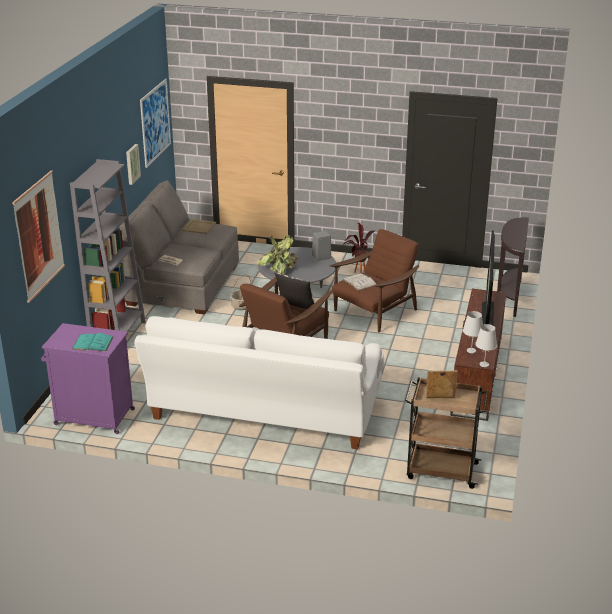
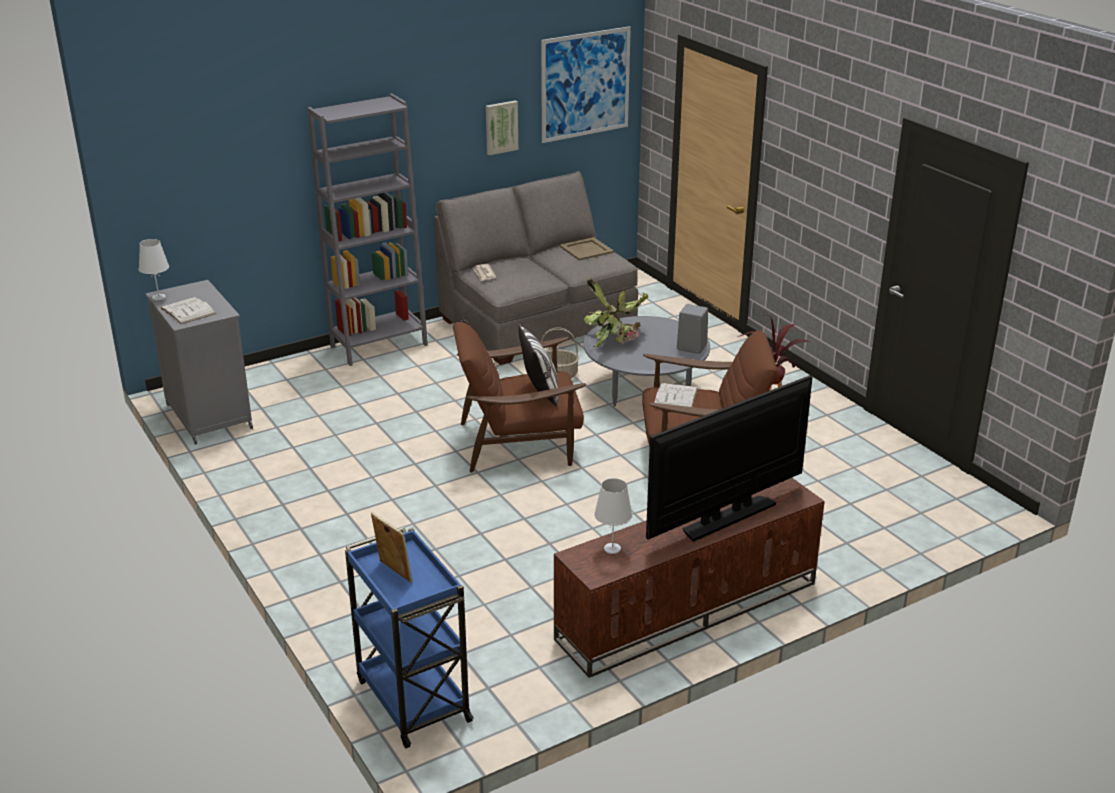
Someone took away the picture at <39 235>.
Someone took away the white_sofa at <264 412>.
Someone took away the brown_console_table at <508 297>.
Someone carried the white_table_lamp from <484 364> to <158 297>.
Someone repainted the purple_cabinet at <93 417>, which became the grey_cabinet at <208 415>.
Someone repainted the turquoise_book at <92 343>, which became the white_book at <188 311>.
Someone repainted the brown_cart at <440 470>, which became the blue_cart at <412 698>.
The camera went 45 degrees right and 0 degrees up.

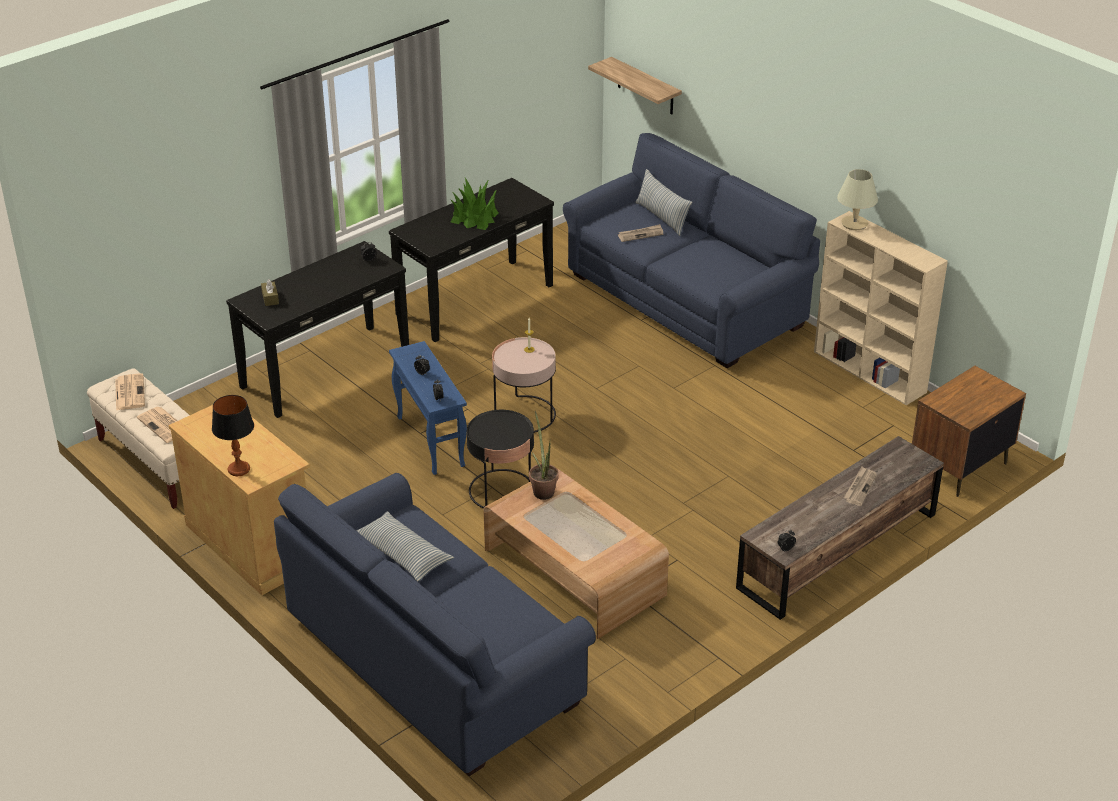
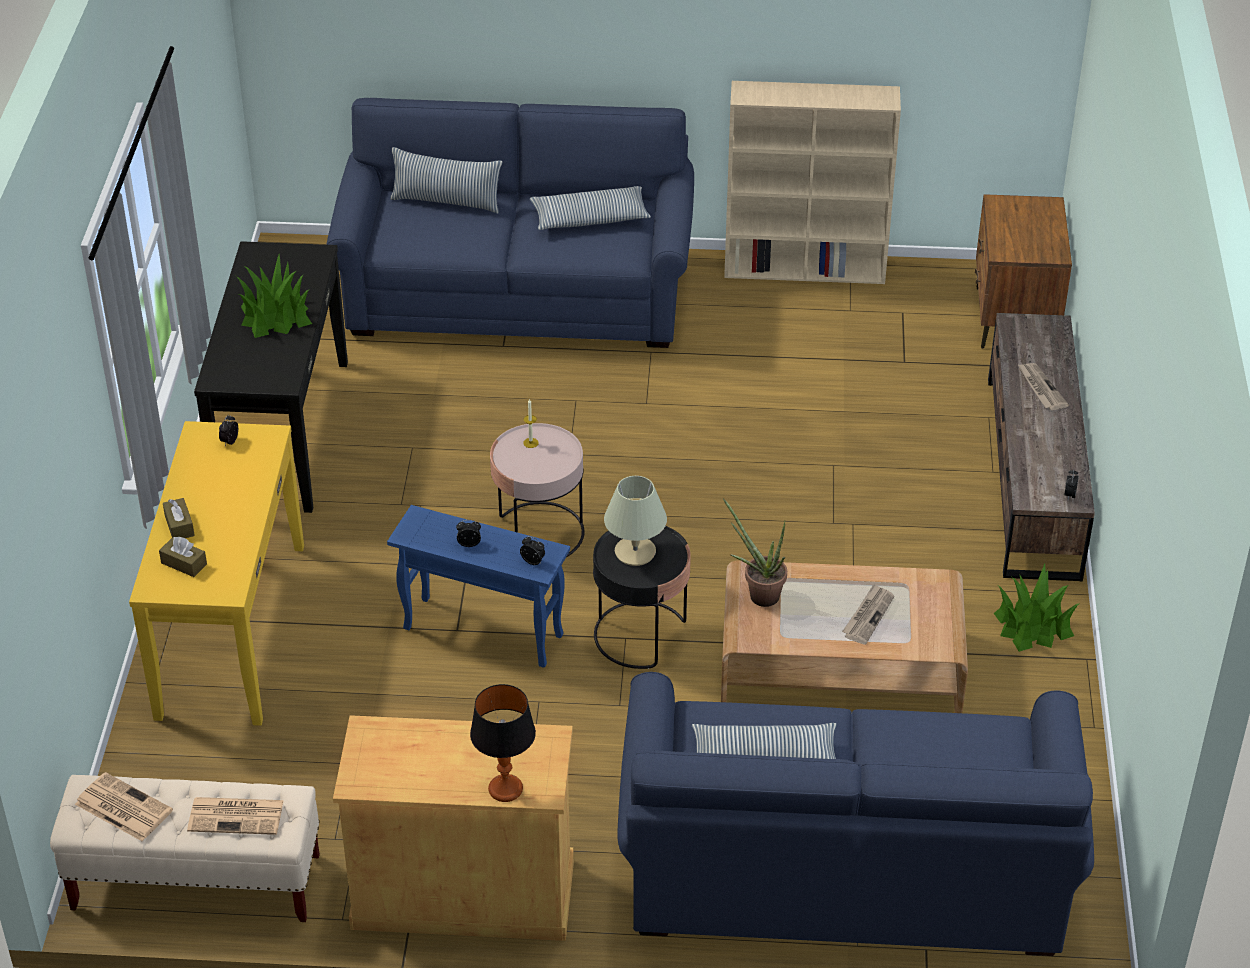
Someone took away the shelf at <645 86>.
Someone put down the brown_tissue_box at <179 525>.
Someone put down the pillow at <590 218>.
Someone put down the potted_plant at <1032 625>.
Someone carried the newspaper from <640 234> to <868 616>.
Someone carried the beige_table_lamp from <854 223> to <634 552>.
Someone repainted the black_console_table at <325 370>, which became the yellow_console_table at <230 629>.
The camera went 45 degrees left and 5 degrees up.

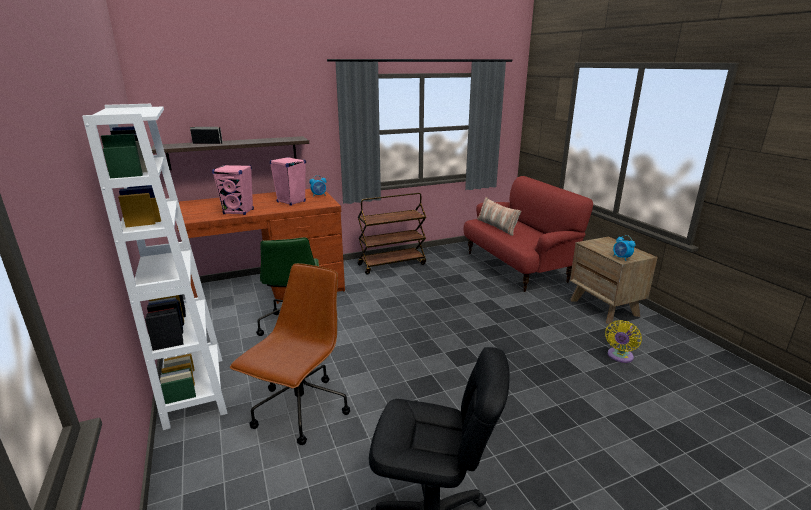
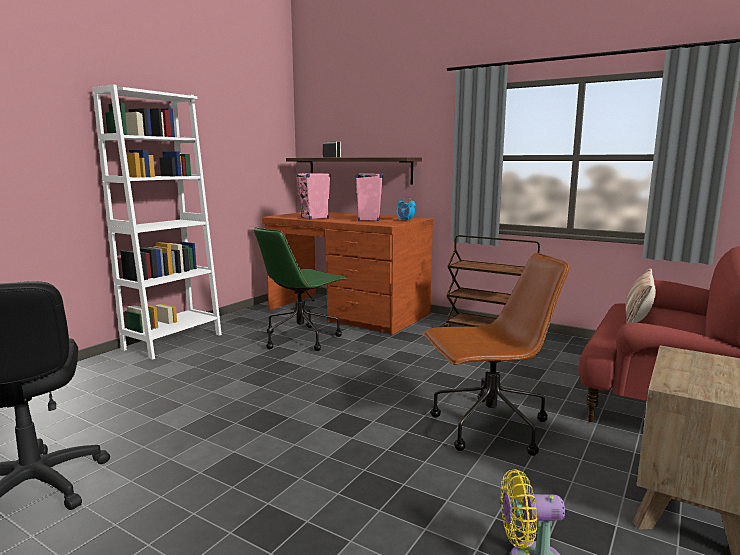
Someone took away the alarm_clock at <621 258>.
Someone carried the brown_office_chair from <300 411> to <488 428>.
The camera went 55 degrees right and 10 degrees down.

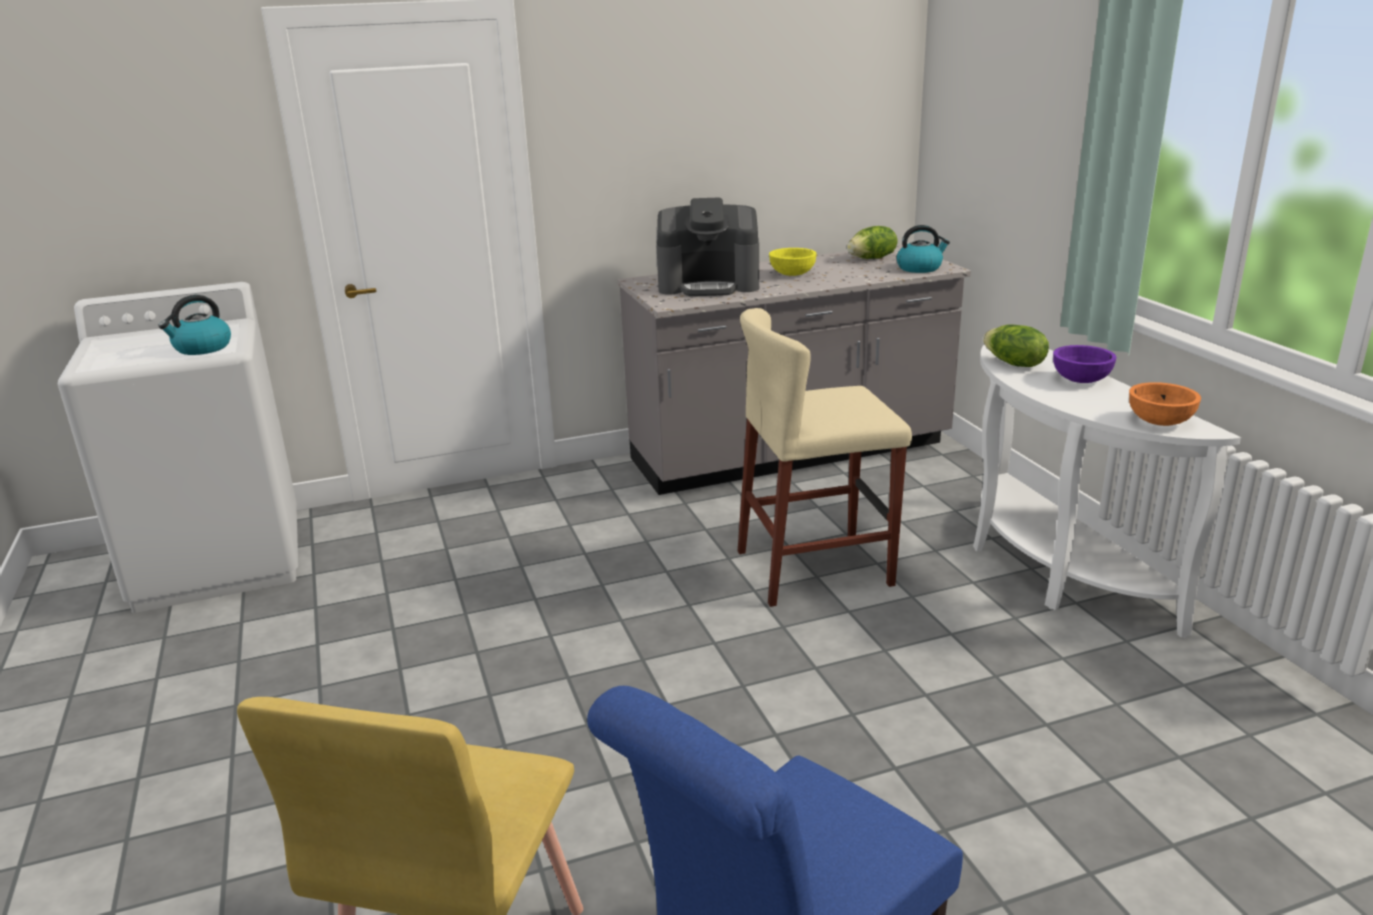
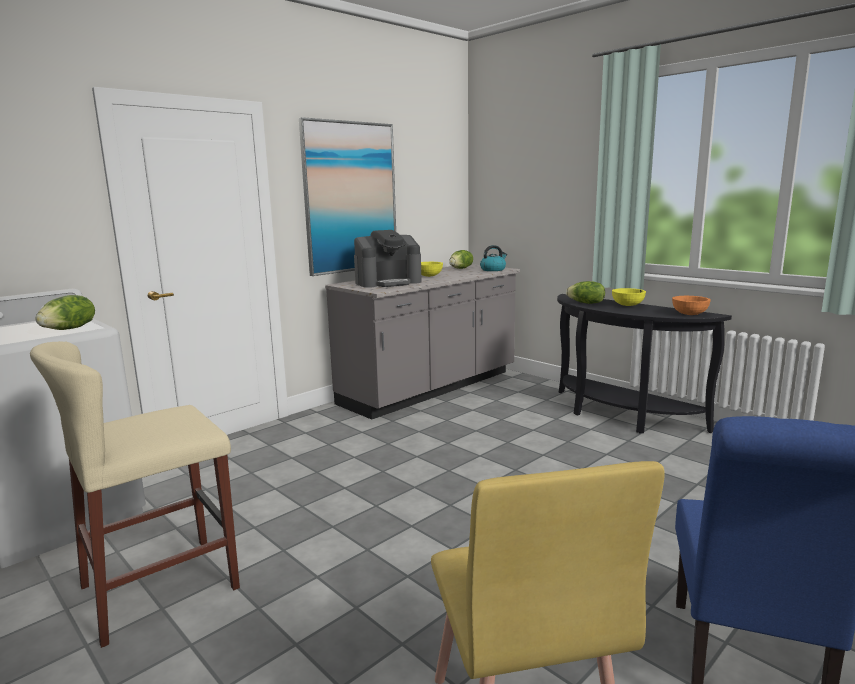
Someone put up the picture at <350 197>.
Someone carried the beige_stool from <814 568> to <160 587>.
Someone swapped the kettle at <202 348> for the lettuce at <70 329>.
Someone repainted the white_console_table at <1049 567>, which became the black_console_table at <619 416>.
Someone repainted the purple_bowl at <1080 380>, which became the yellow_bowl at <627 305>.
The camera went 25 degrees left and 10 degrees down.

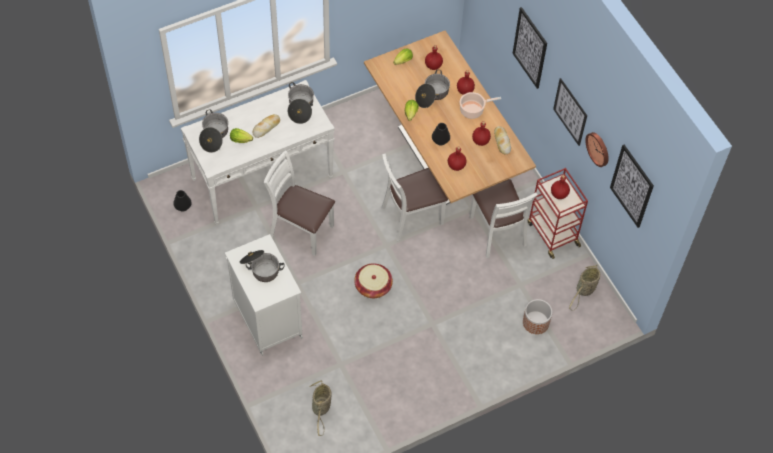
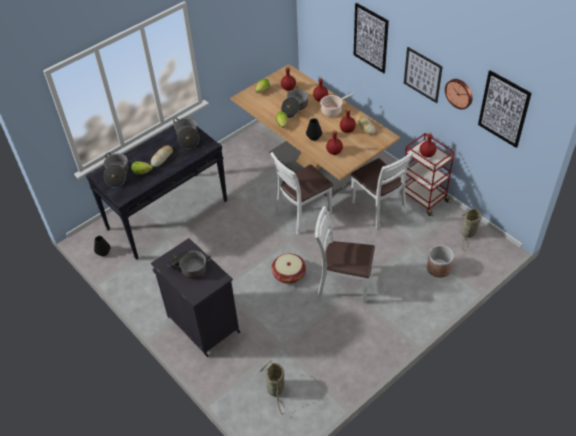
Someone carried the white_chair from <301 230> to <343 284>.
Someone repainted the white_console_table at <262 178>, which became the black_console_table at <168 214>.
Someone repainted the white_cabinet at <266 317>, which became the black_cabinet at <202 323>.
The camera went 10 degrees left and 10 degrees down.

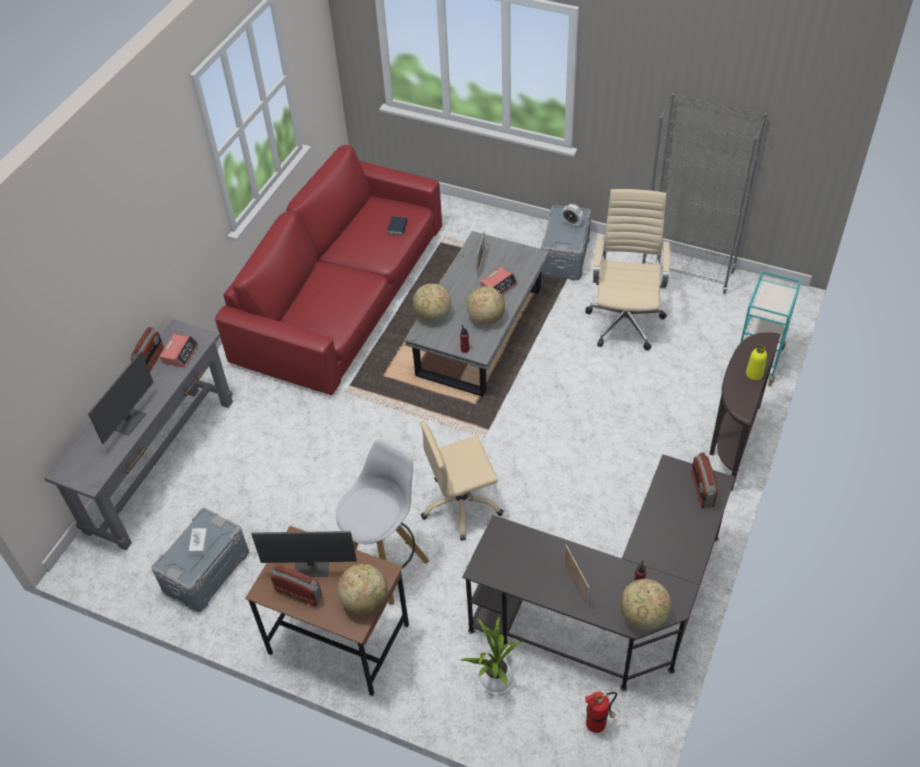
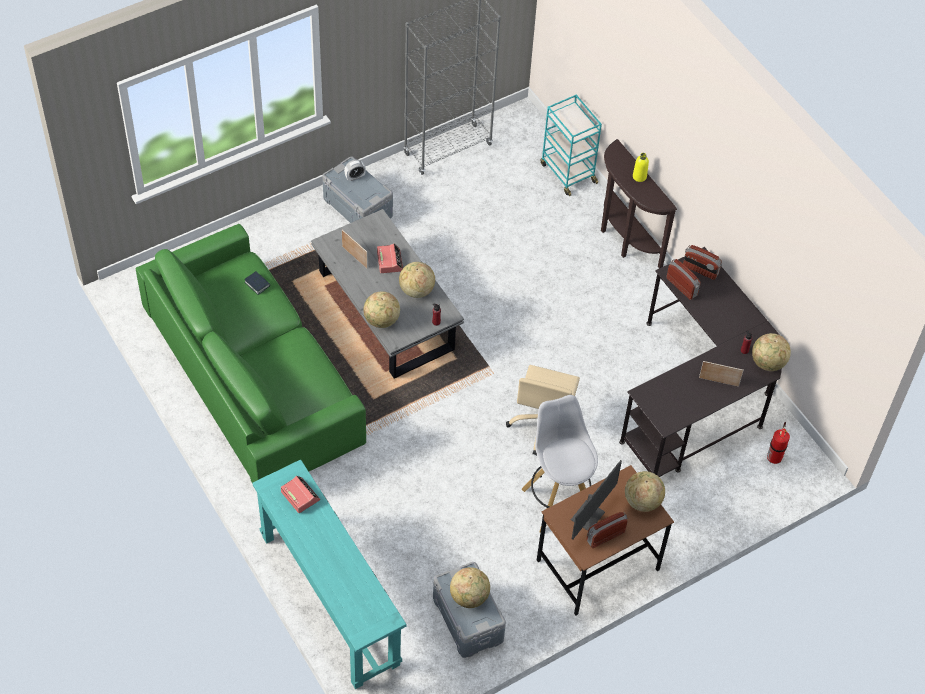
Someone took away the monitor at <128 421>.
Someone took away the potted_plant at <494 682>.
Someone took away the beige_office_chair at <625 320>.
Someone carried the radio from <151 361> to <682 286>.
Someone swapped the white_tissue_box at <200 545> for the globe at <469 597>.
Someone repainted the grey_console_table at <161 464>, which became the turquoise_console_table at <330 599>.
Someone repainted the red_sofa at <342 294>, which became the green_sofa at <253 374>.
The camera went 60 degrees left and 5 degrees up.

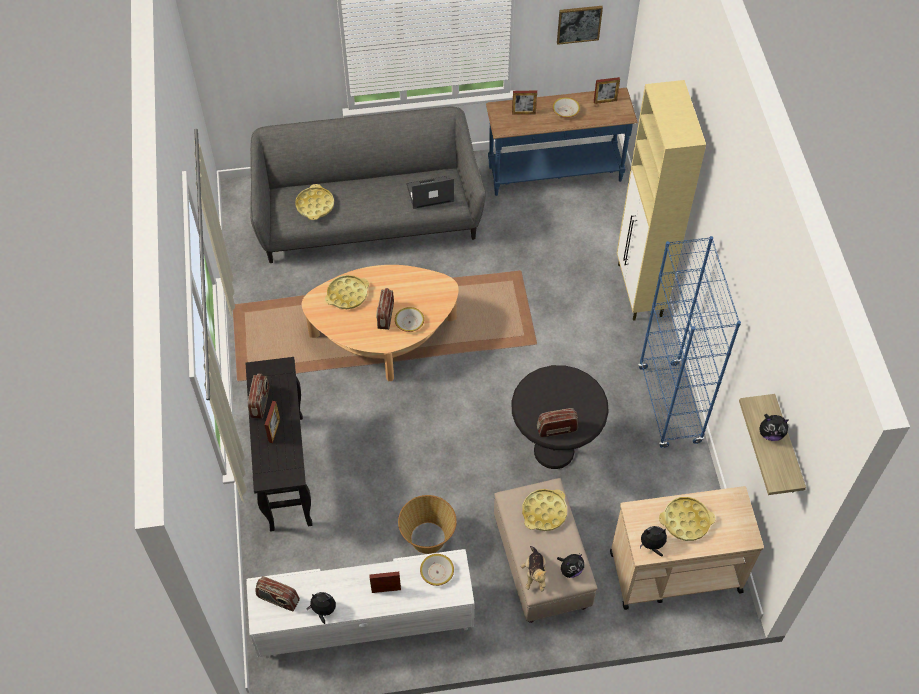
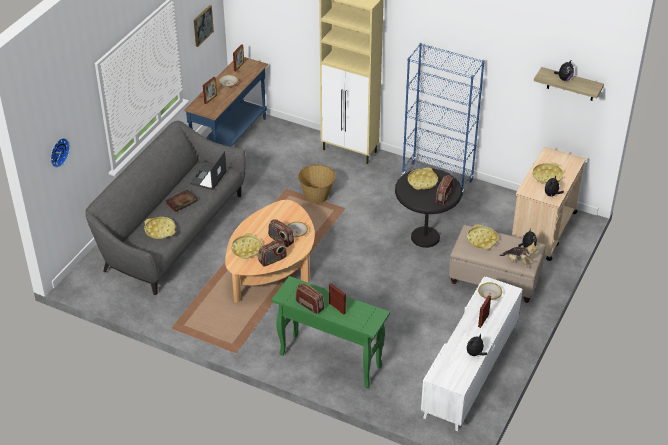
Someone put up the wall_clock at <58 152>.
Someone put down the book at <182 202>.
Someone put down the yellow_tray at <422 181>.
Someone carried the radio from <278 599> to <272 260>.
Someone carried the basket from <428 538> to <317 196>.
Someone repainted the black_console_table at <286 471>, which became the green_console_table at <329 360>.
The camera went 55 degrees left and 15 degrees down.

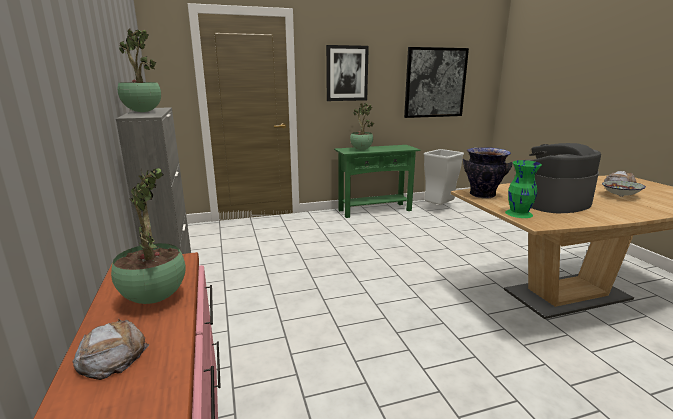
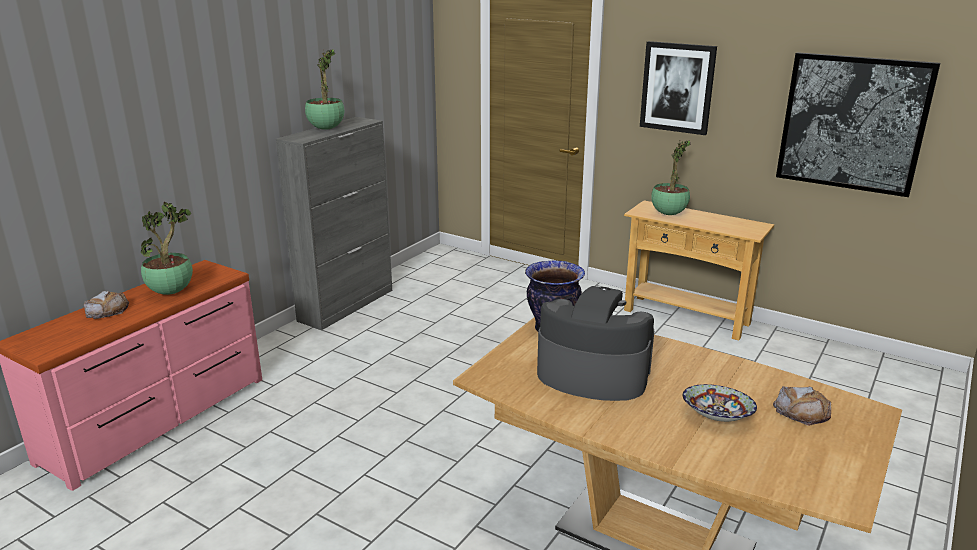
Someone took away the grey_trash_can at <438 208>.
Someone took away the green_vase at <519 214>.
Someone repainted the green_console_table at <375 210>, which became the beige_console_table at <686 317>.
The camera went 50 degrees right and 5 degrees up.

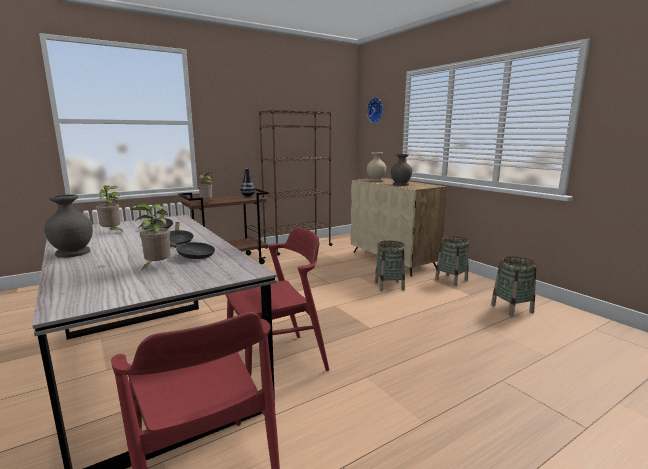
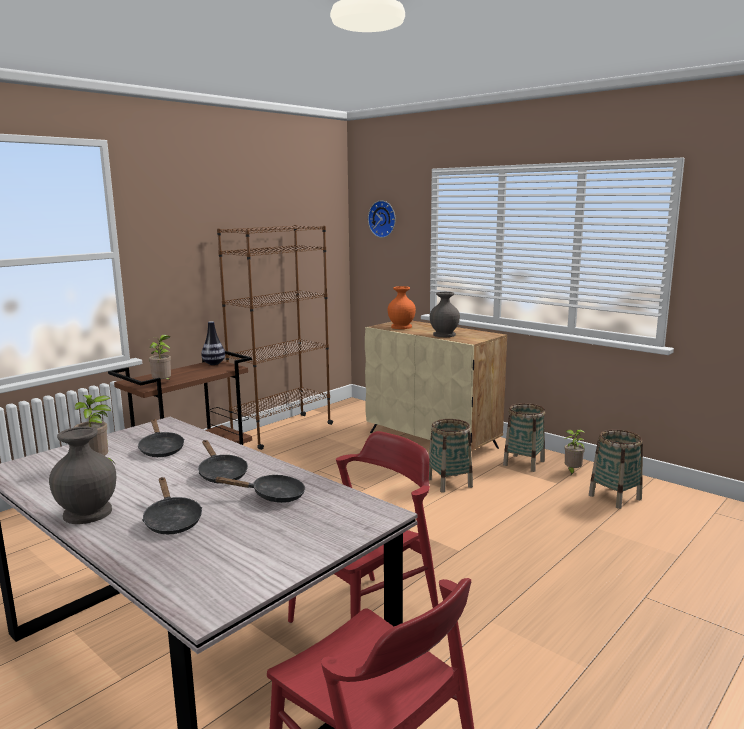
Someone put down the black_frying_pan at <172 521>.
Someone carried the potted_plant from <156 267> to <572 471>.
Someone repainted the beige_vase at <376 180>, which became the orange_vase at <402 327>.
The camera went 15 degrees left and 0 degrees up.

